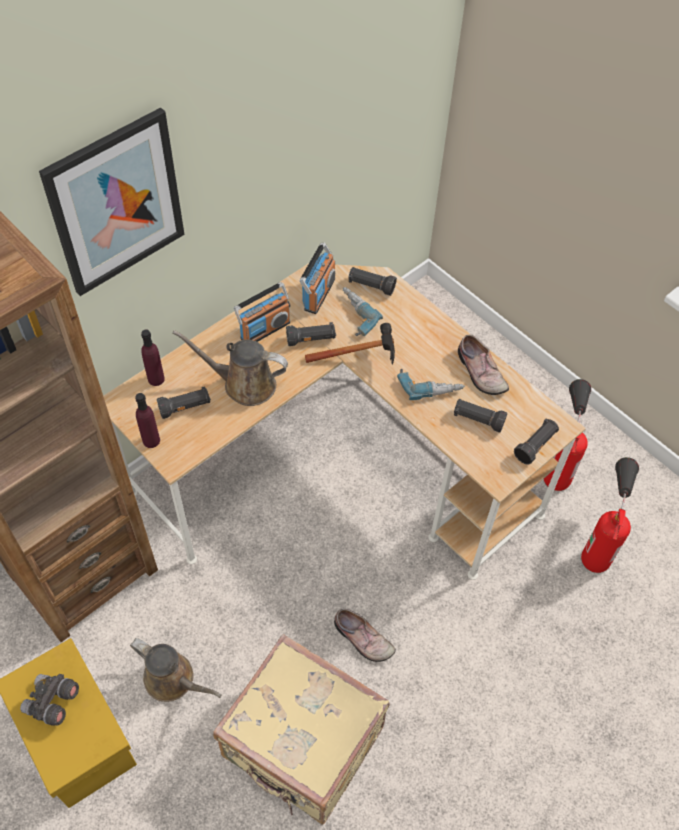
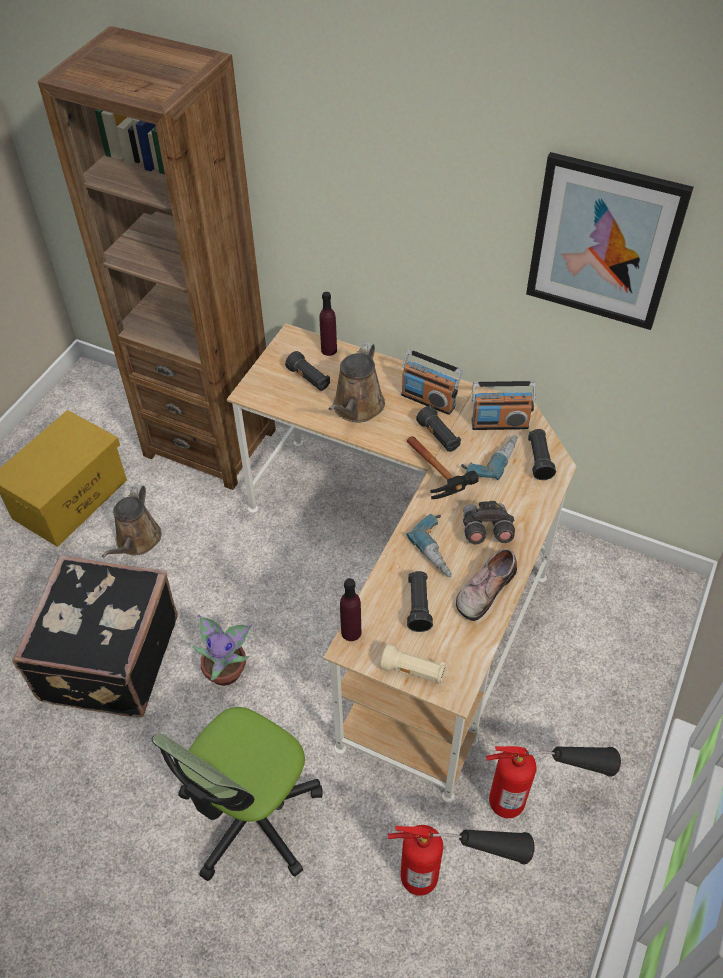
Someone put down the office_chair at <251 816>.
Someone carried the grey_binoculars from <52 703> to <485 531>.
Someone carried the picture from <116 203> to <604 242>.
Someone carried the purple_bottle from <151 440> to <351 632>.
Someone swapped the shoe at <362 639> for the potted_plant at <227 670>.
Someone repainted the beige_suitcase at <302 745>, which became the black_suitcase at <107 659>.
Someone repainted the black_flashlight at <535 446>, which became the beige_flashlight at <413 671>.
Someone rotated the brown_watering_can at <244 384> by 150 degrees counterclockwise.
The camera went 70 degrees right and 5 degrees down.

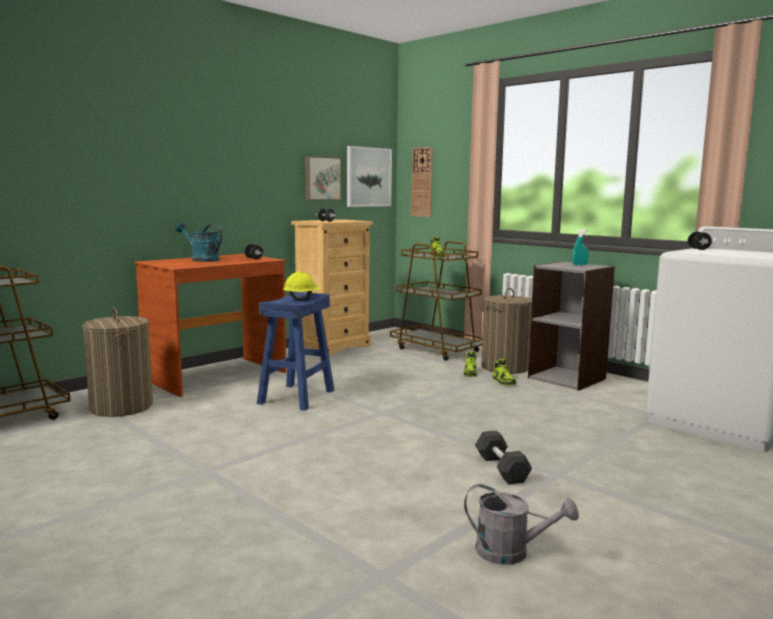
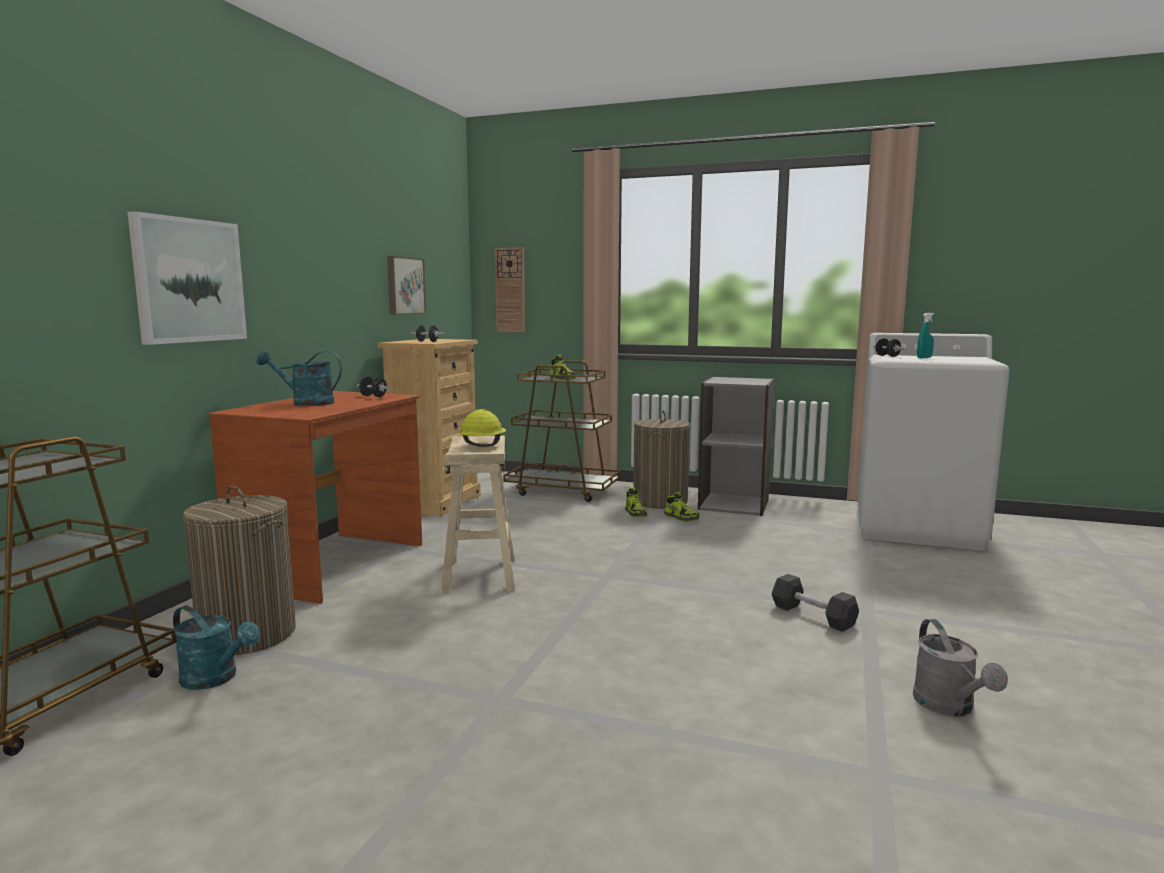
Someone put down the turquoise_watering_can at <216 679>.
Someone carried the picture from <368 177> to <188 280>.
Someone carried the turquoise_spray_bottle from <579 265> to <924 358>.
Someone repainted the blue_stool at <297 397>, which became the beige_stool at <480 574>.
Someone rotated the grey_watering_can at <511 553> by 90 degrees clockwise.
The camera went 25 degrees left and 0 degrees up.

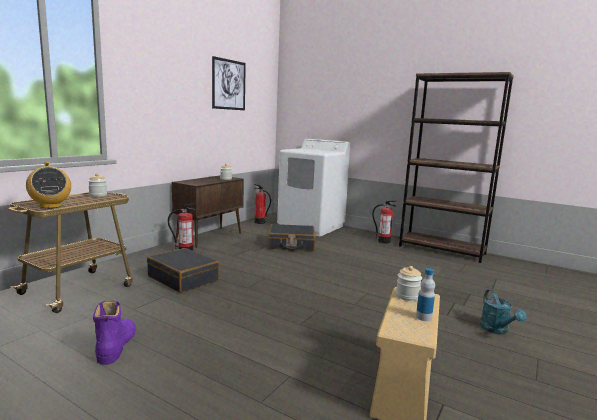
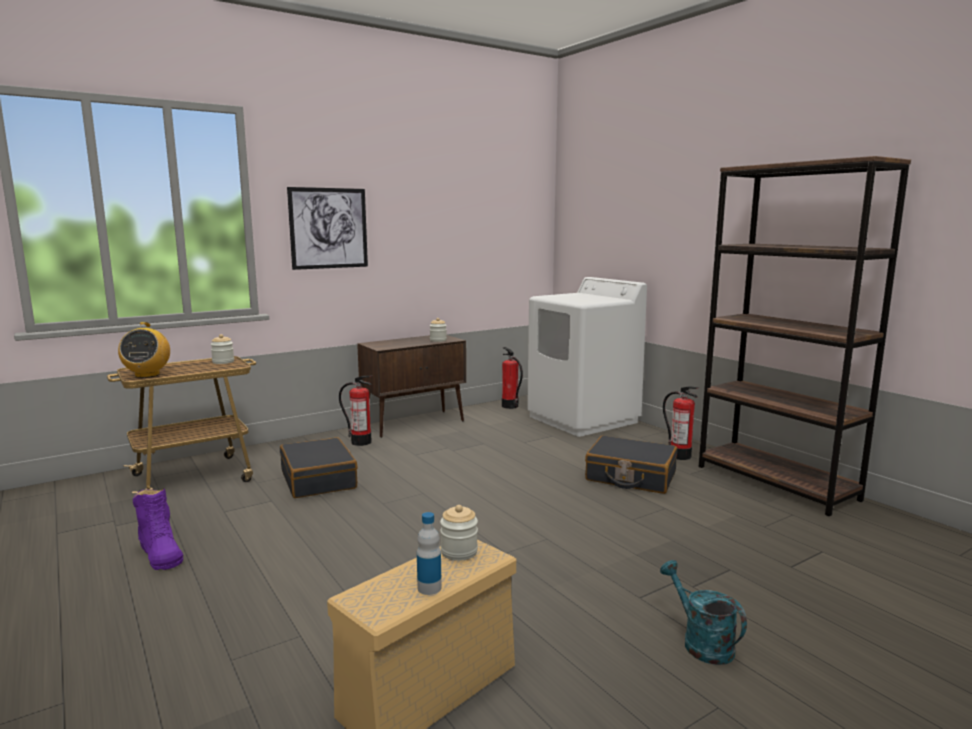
Someone carried the picture from <229 84> to <328 228>.
Someone carried the black_suitcase from <291 245> to <630 477>.
Someone rotated the purple_boot at <116 345> by 120 degrees clockwise.
Someone rotated the turquoise_watering_can at <497 330> by 135 degrees clockwise.
The camera went 25 degrees right and 0 degrees up.

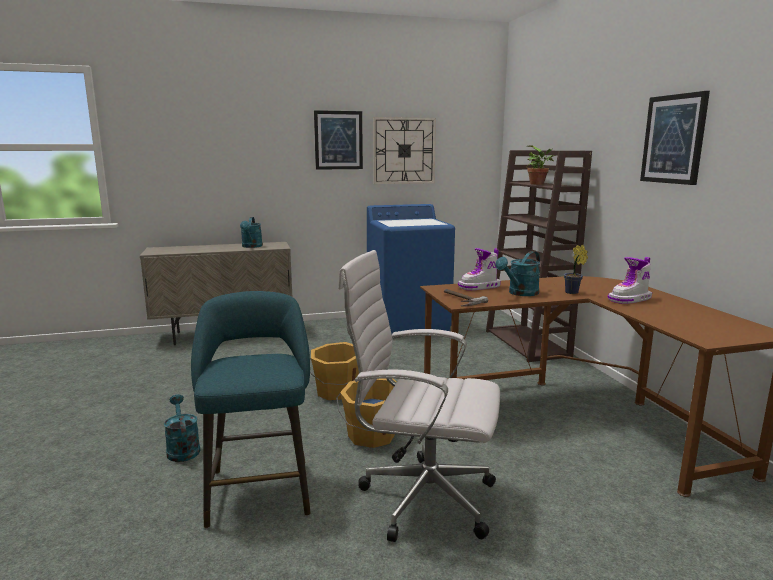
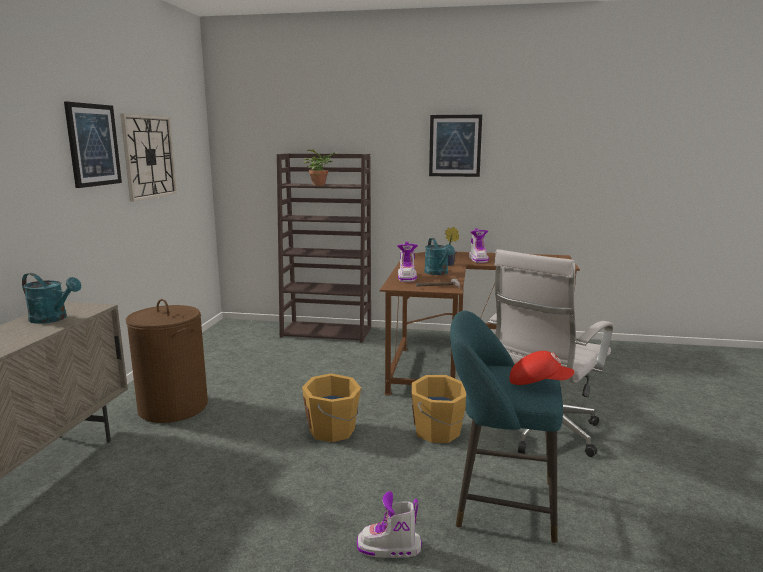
Someone took away the blue_washing_machine at <408 324>.
Someone put down the brown_laundry_basket at <173 407>.
Someone put down the red_cap at <539 383>.
Someone swapped the turquoise_watering_can at <182 449> for the boot at <389 548>.
The camera went 65 degrees left and 0 degrees up.

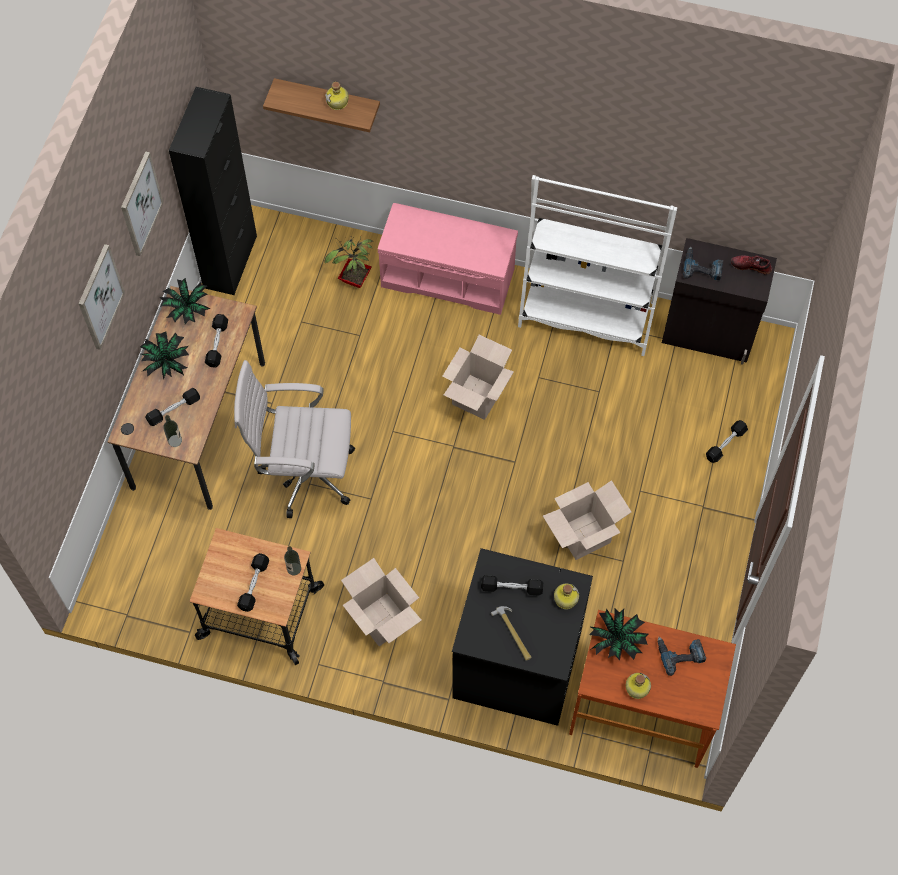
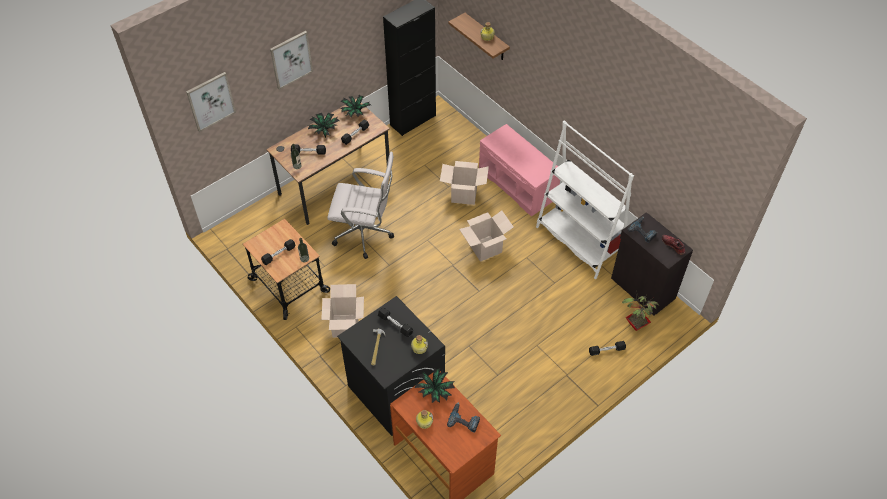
Someone carried the picture from <140 204> to <211 101>.
Someone carried the potted_plant from <354 281> to <635 325>.
Someone carried the cardboard_box from <583 536> to <464 195>.
Someone rotated the white_office_chair at <303 473> by 150 degrees clockwise.
The camera went 35 degrees right and 10 degrees down.

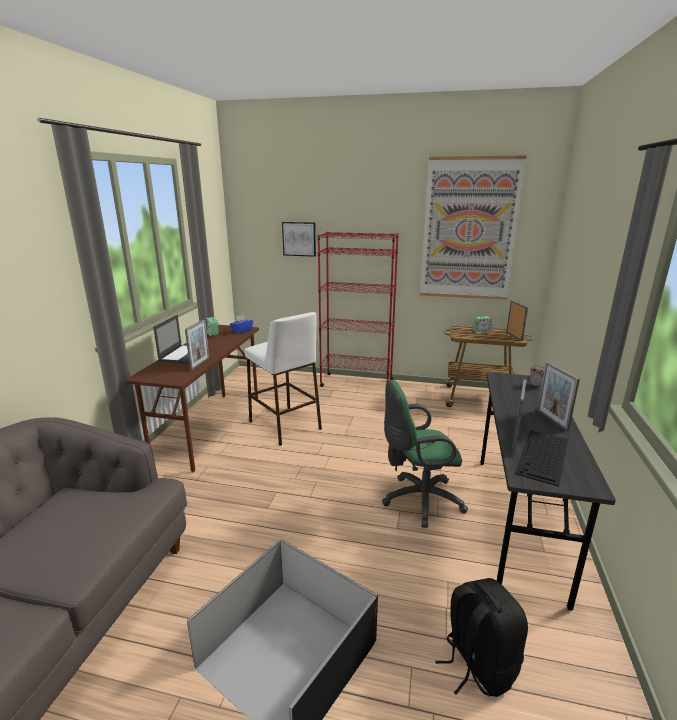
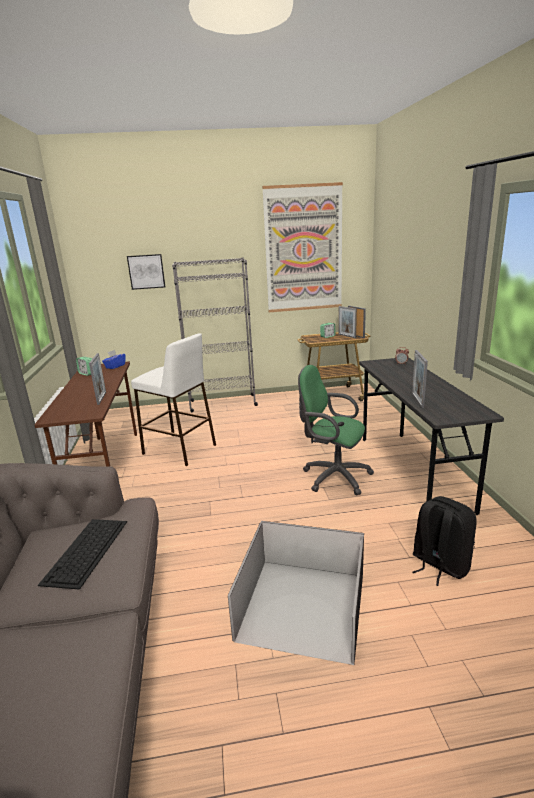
Someone took away the laptop at <185 354>.
Someone carried the keyboard from <543 456> to <86 551>.
Someone carried the picture_frame from <552 420> to <347 336>.
Someone repainted the red_bookcase at <356 383>, which became the grey_bookcase at <222 403>.
Someone rotated the green_office_chair at <418 500> by 60 degrees clockwise.
The camera went 20 degrees left and 0 degrees up.

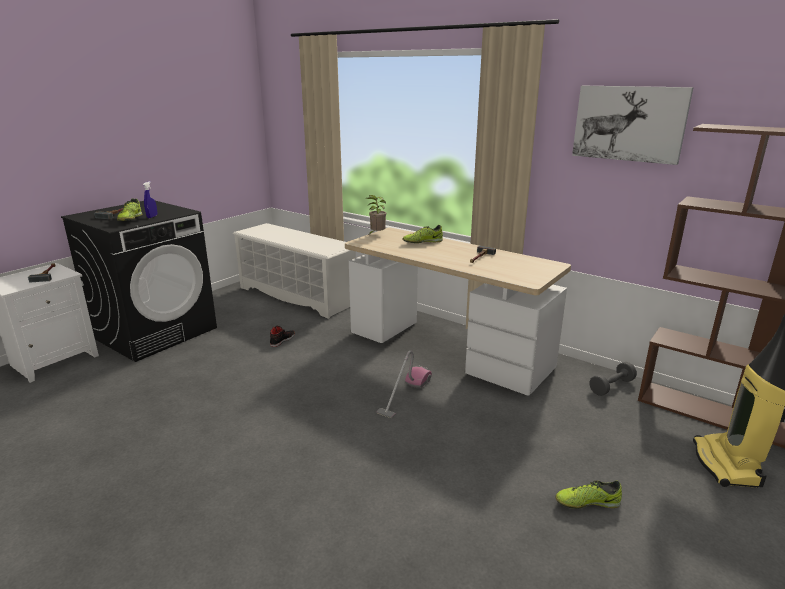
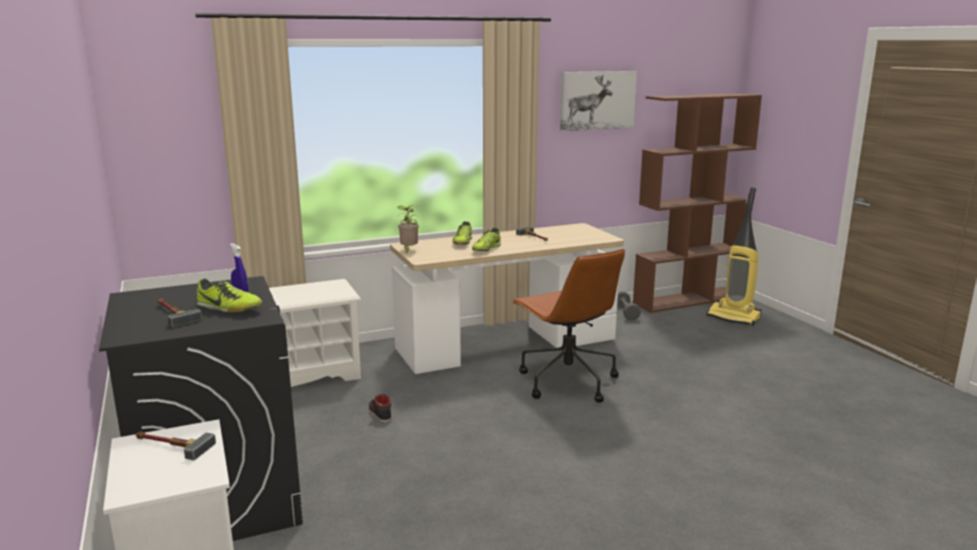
Someone carried the shoe from <587 502> to <486 249>.
Someone swapped the vacuum_cleaner at <405 395> for the brown_office_chair at <566 381>.
The camera went 60 degrees left and 5 degrees down.

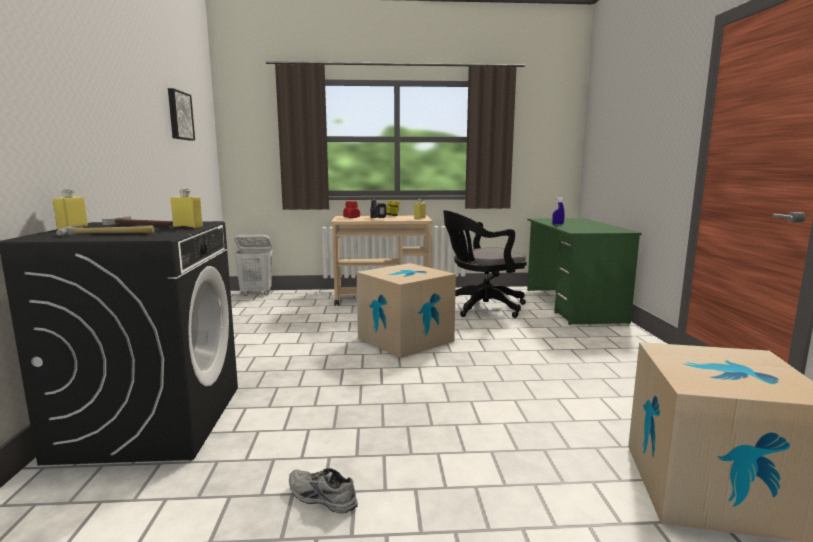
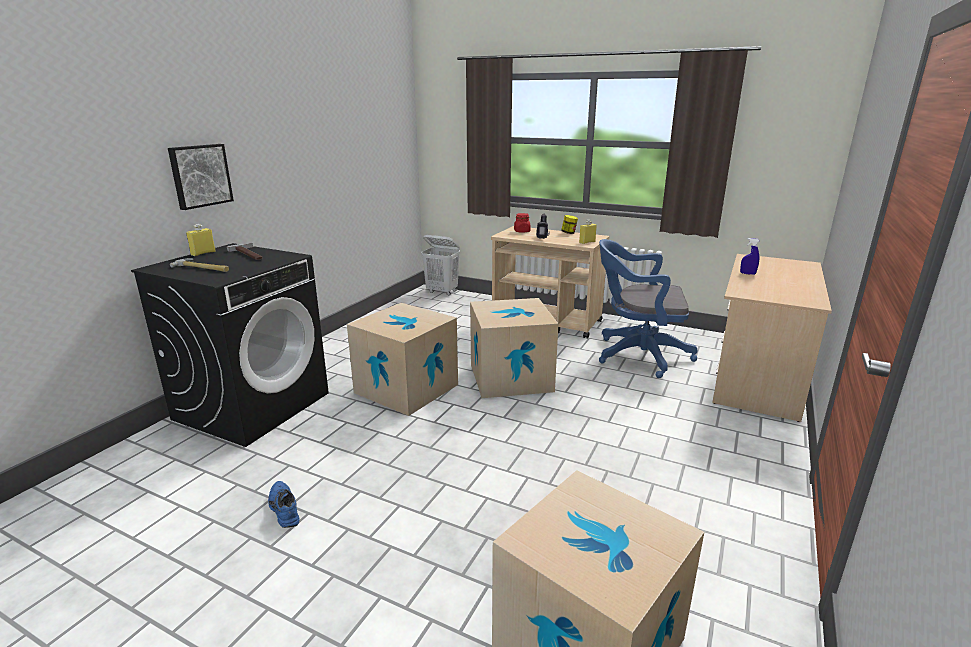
Someone took away the yellow_bottle at <188 227>.
Someone put down the cardboard_box at <406 388>.
Someone carried the picture from <179 115> to <200 175>.
Someone repainted the grey_shoe at <320 498>, which became the blue_shoe at <283 509>.
Someone repainted the black_office_chair at <481 307>, which became the blue_office_chair at <637 355>.
Someone repainted the green_desk at <572 305>, which became the beige_desk at <757 376>.
The camera went 30 degrees right and 10 degrees up.

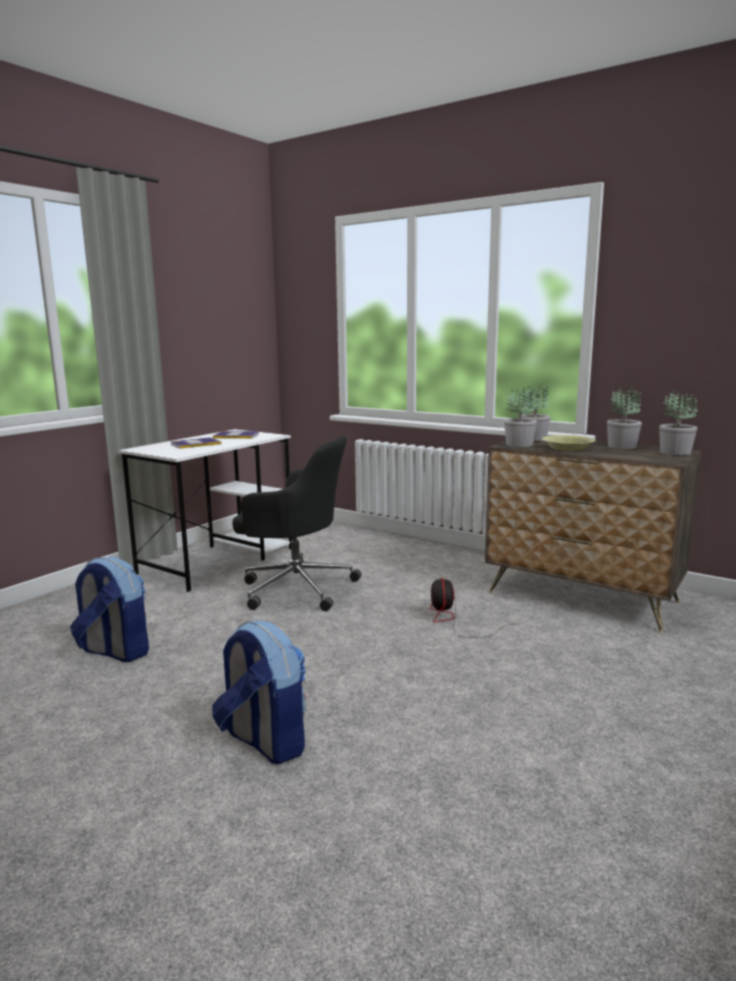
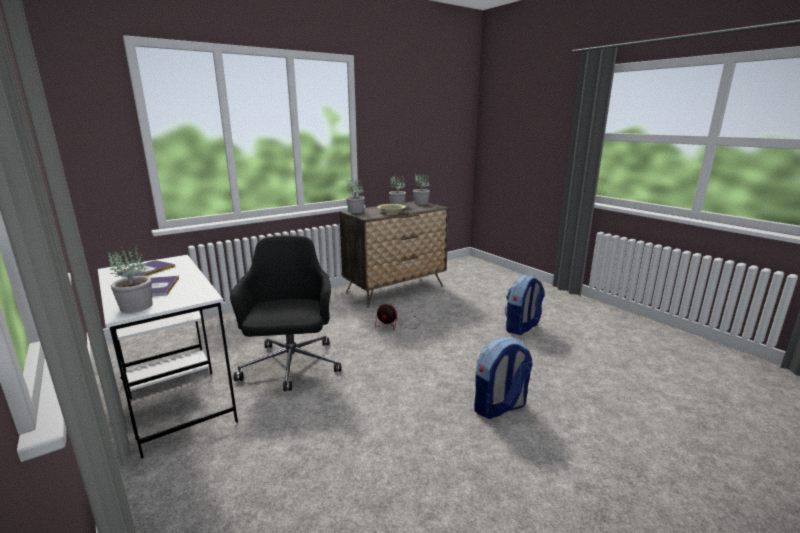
Someone carried the backpack from <114 651> to <522 328>.
Someone carried the potted_plant from <519 444> to <136 306>.
Someone rotated the black_office_chair at <295 587> by 45 degrees counterclockwise.
The camera went 70 degrees left and 5 degrees up.

